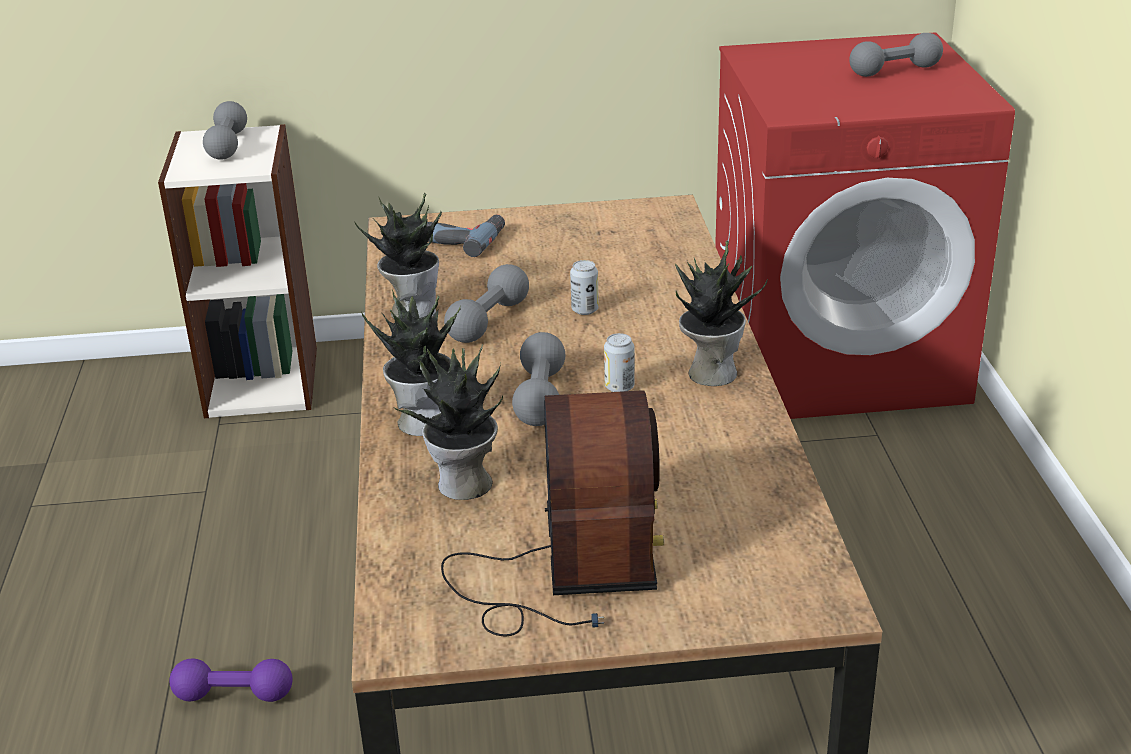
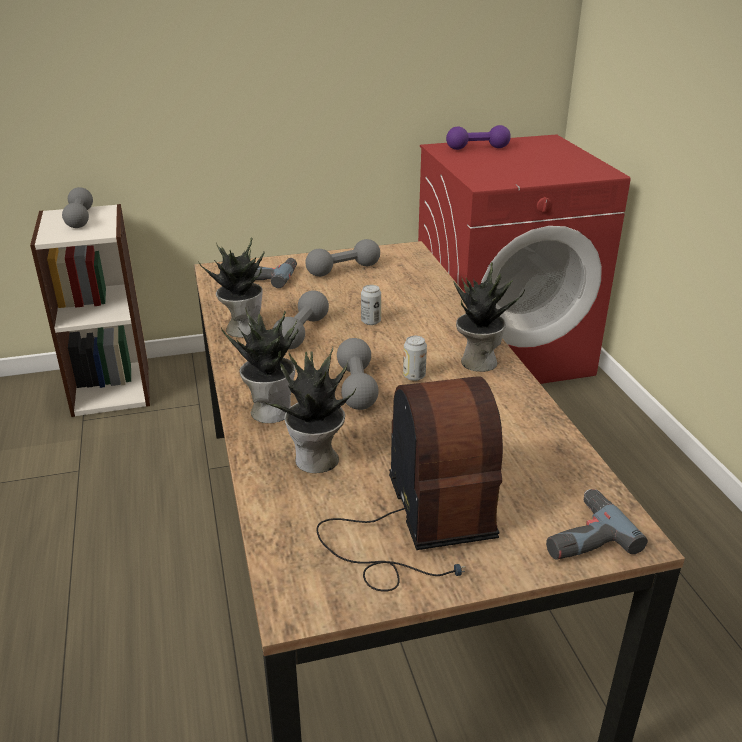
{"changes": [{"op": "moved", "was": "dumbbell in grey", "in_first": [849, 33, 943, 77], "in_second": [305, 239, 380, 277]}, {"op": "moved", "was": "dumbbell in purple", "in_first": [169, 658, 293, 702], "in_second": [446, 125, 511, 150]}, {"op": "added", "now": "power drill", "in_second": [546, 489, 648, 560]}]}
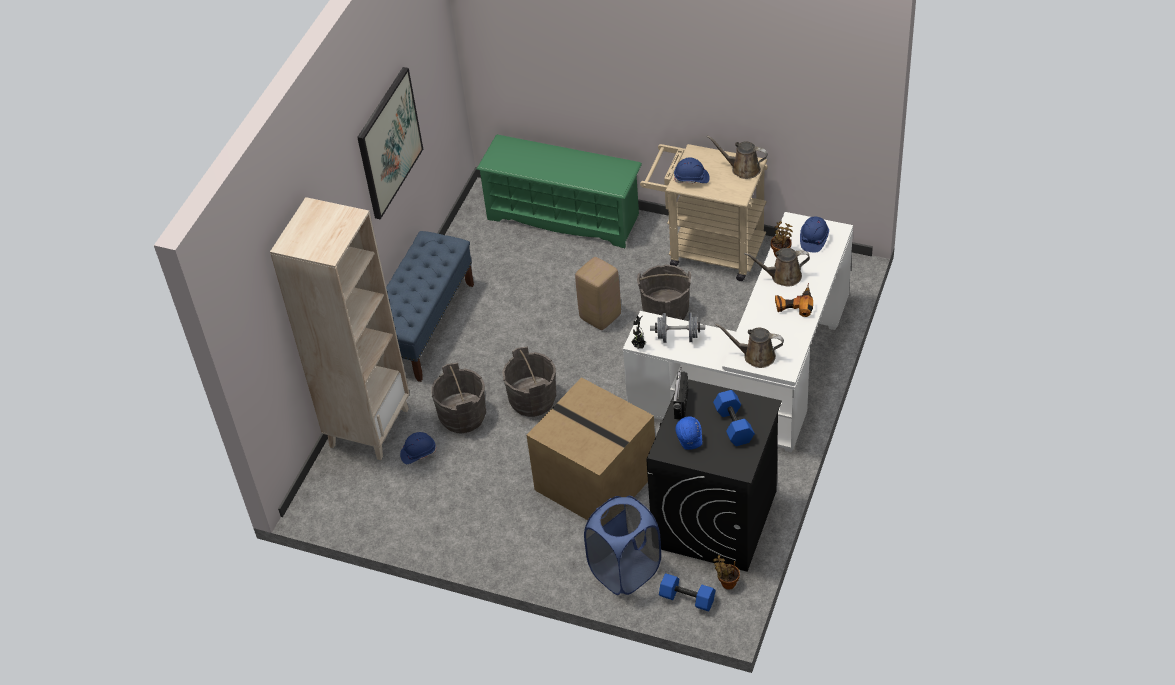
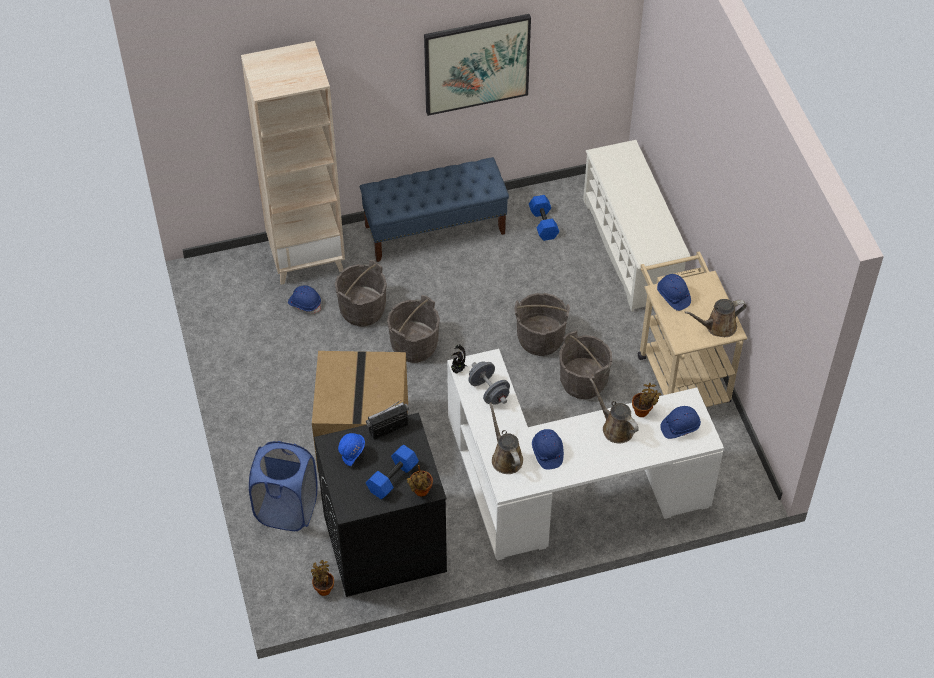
{"changes": [{"op": "added", "now": "potted plant", "in_second": [407, 465, 433, 497]}, {"op": "replaced", "was": "stool in beige", "now": "bucket in grey", "in_first": [575, 257, 621, 330], "in_second": [514, 293, 570, 356]}, {"op": "moved", "was": "dumbbell in blue", "in_first": [659, 573, 715, 611], "in_second": [529, 195, 559, 241]}, {"op": "added", "now": "hard hat in blue", "in_second": [532, 429, 564, 470]}, {"op": "recoloured", "was": "shoe rack in green", "now": "shoe rack in white", "in_first": [477, 134, 642, 248], "in_second": [583, 140, 690, 312]}, {"op": "turned", "was": "watering can in brown", "in_first": [707, 135, 768, 179], "in_second": [685, 299, 747, 337], "clockwise": -90}, {"op": "removed", "was": "power drill", "in_first": [775, 283, 813, 317]}]}
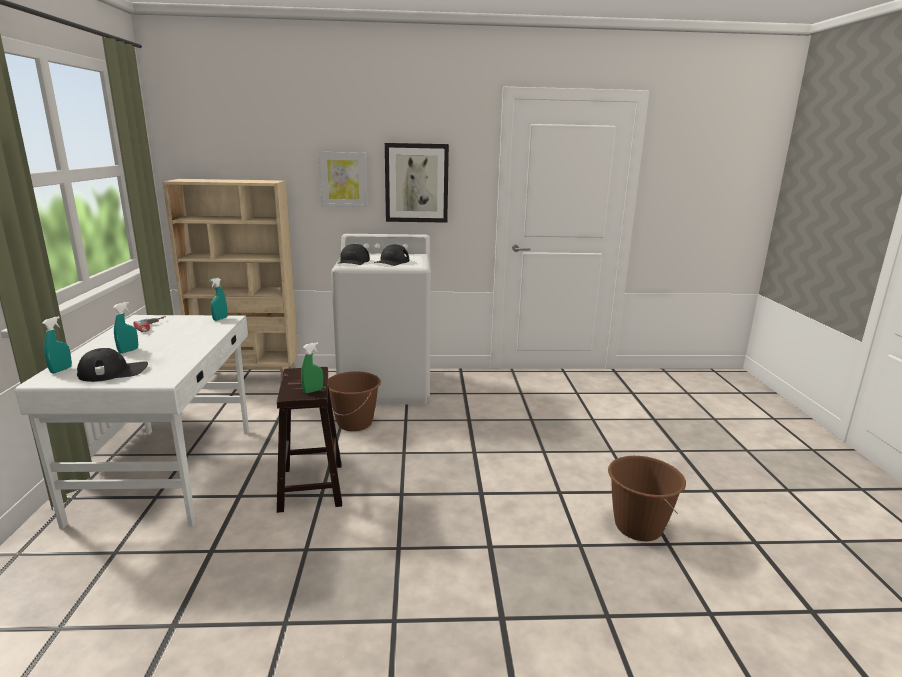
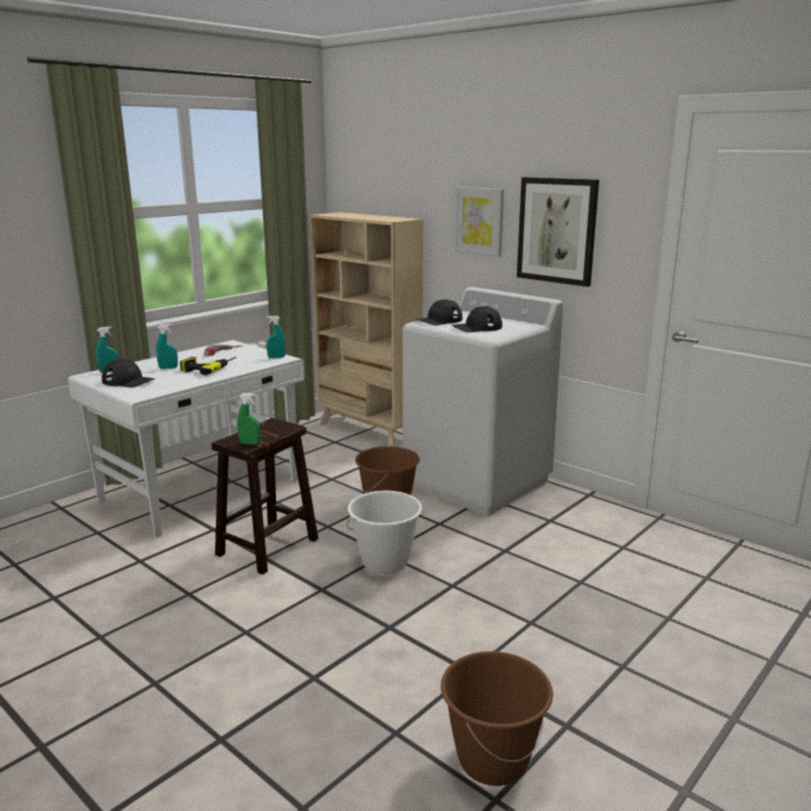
{"changes": [{"op": "added", "now": "power drill", "in_second": [180, 357, 236, 375]}, {"op": "added", "now": "bucket in white", "in_second": [347, 491, 422, 573]}]}
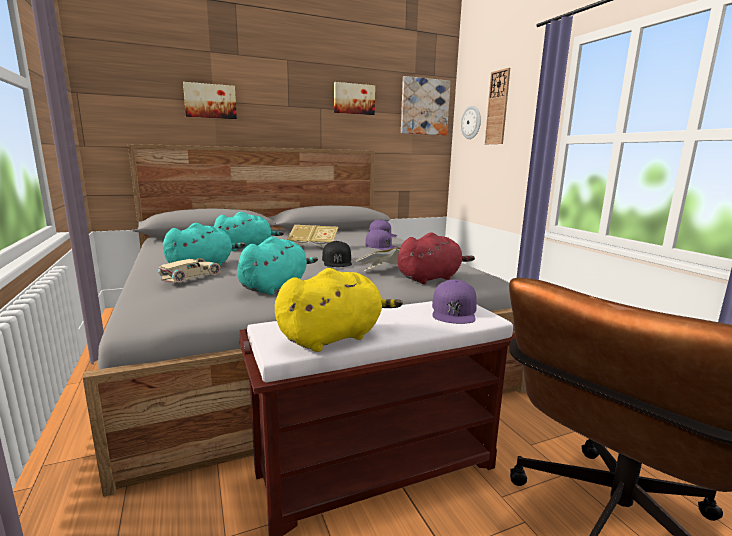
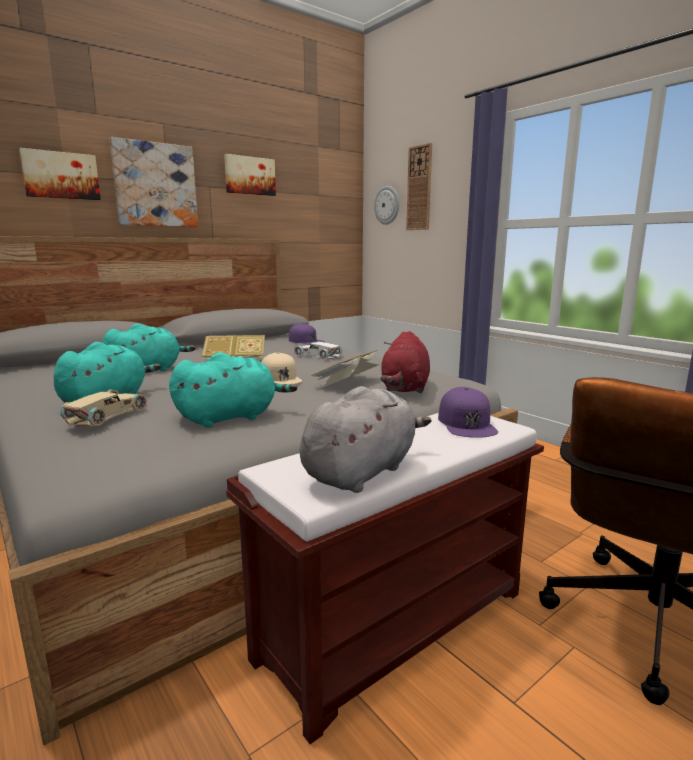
{"changes": [{"op": "moved", "was": "picture", "in_first": [401, 76, 451, 135], "in_second": [110, 137, 198, 227]}, {"op": "turned", "was": "plush toy in turquoise", "in_first": [237, 236, 318, 295], "in_second": [169, 352, 297, 428], "clockwise": 45}, {"op": "recoloured", "was": "cap in black", "now": "cap in beige", "in_first": [322, 241, 352, 267], "in_second": [262, 353, 302, 384]}, {"op": "replaced", "was": "cap in purple", "now": "toy car in white", "in_first": [365, 229, 398, 250], "in_second": [294, 342, 342, 360]}, {"op": "recoloured", "was": "plush toy in yellow", "now": "plush toy in grey", "in_first": [275, 268, 403, 352], "in_second": [300, 386, 431, 493]}, {"op": "turned", "was": "plush toy in red", "in_first": [397, 232, 475, 284], "in_second": [380, 331, 430, 393], "clockwise": 150}]}
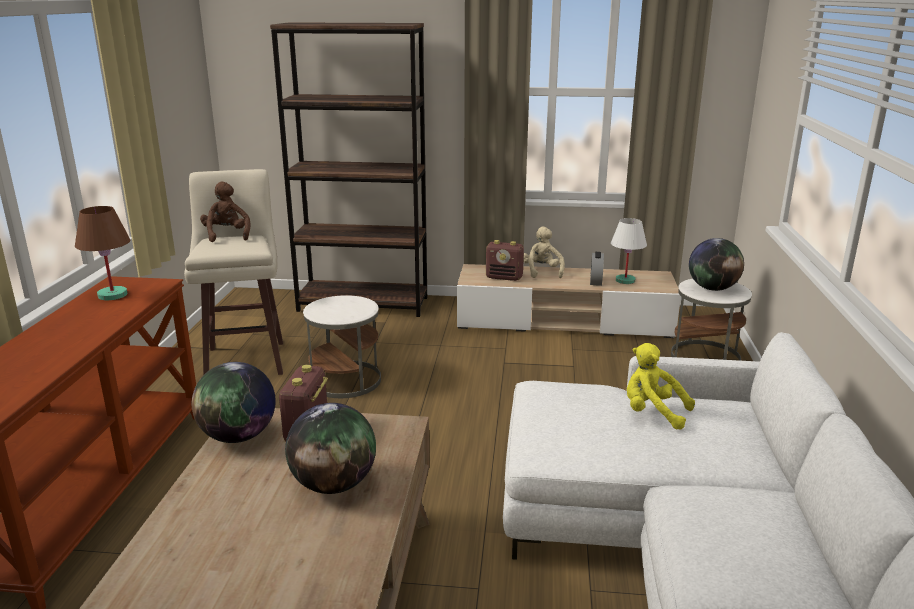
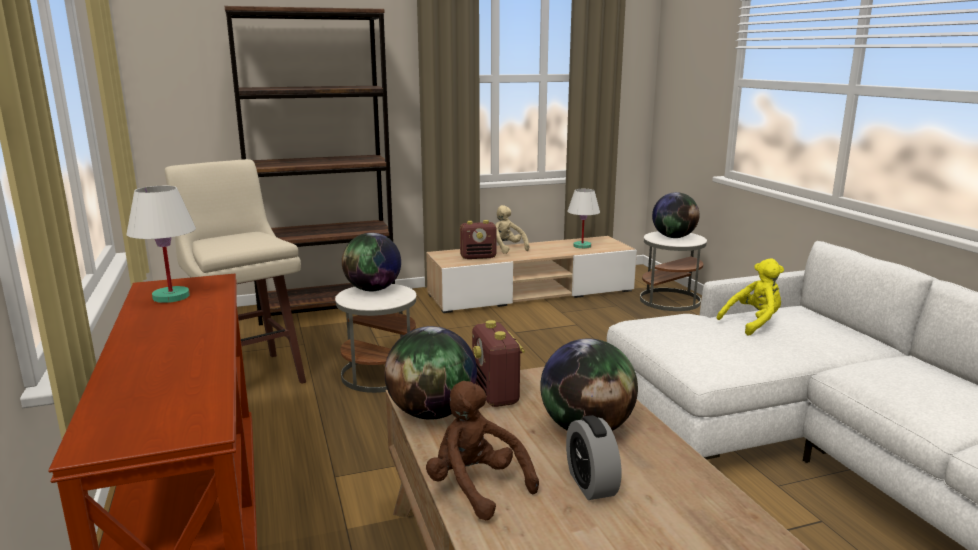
{"changes": [{"op": "recoloured", "was": "table lamp in brown", "now": "table lamp in white", "in_first": [75, 206, 130, 300], "in_second": [127, 186, 196, 303]}, {"op": "added", "now": "globe", "in_second": [342, 233, 401, 291]}, {"op": "moved", "was": "plush toy in brown", "in_first": [200, 182, 250, 242], "in_second": [426, 381, 539, 520]}, {"op": "moved", "was": "alarm clock", "in_first": [590, 252, 604, 286], "in_second": [566, 415, 621, 500]}, {"op": "turned", "was": "plush toy in yellow", "in_first": [627, 343, 695, 430], "in_second": [717, 258, 784, 335], "clockwise": 150}]}
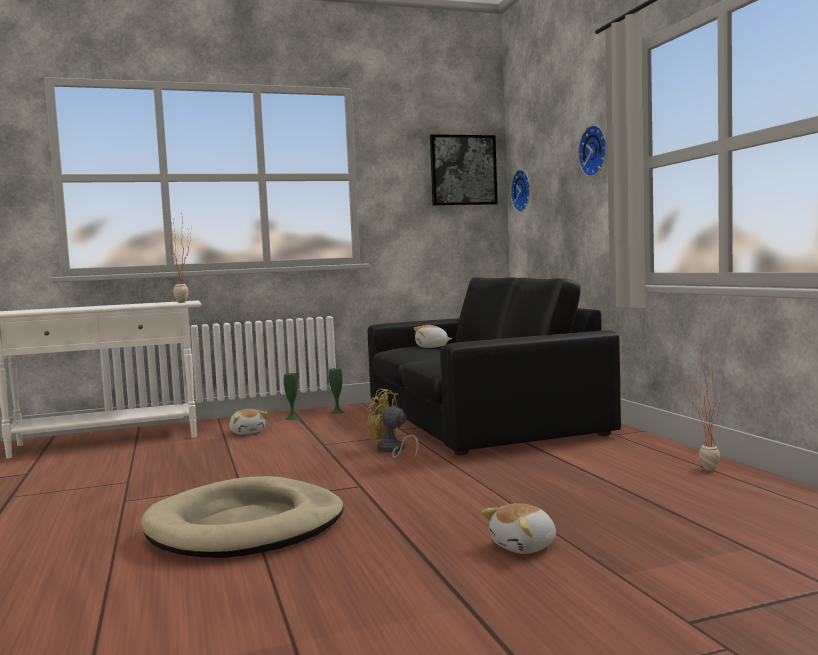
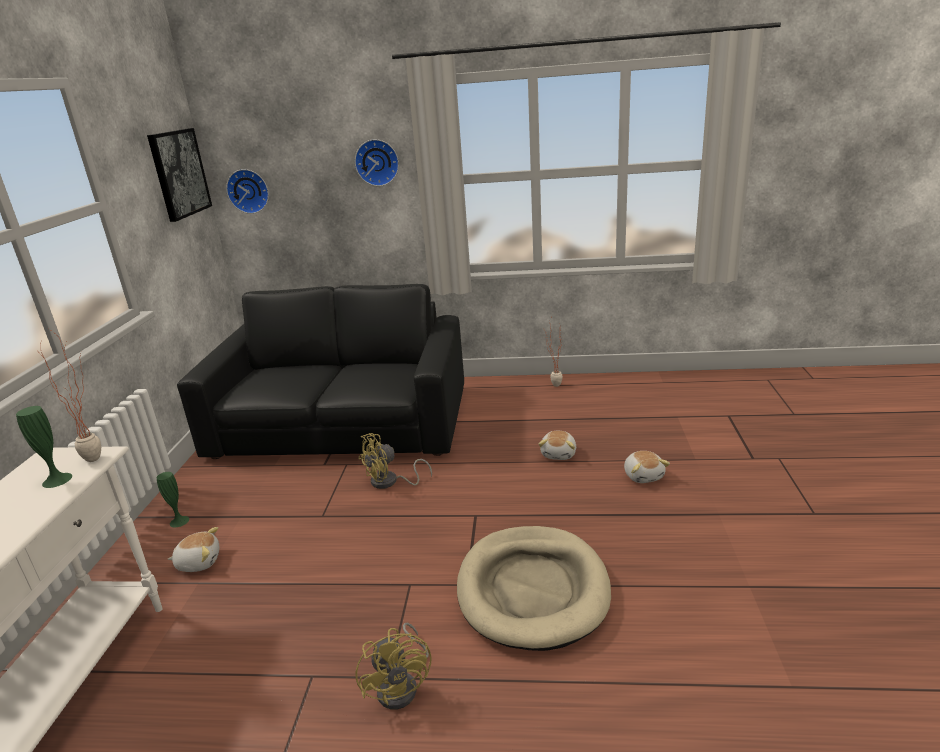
{"changes": [{"op": "moved", "was": "vase in green", "in_first": [329, 368, 345, 414], "in_second": [16, 406, 72, 488]}, {"op": "added", "now": "fan in yellow", "in_second": [355, 623, 431, 710]}, {"op": "moved", "was": "plush toy", "in_first": [414, 325, 452, 348], "in_second": [539, 431, 576, 460]}]}
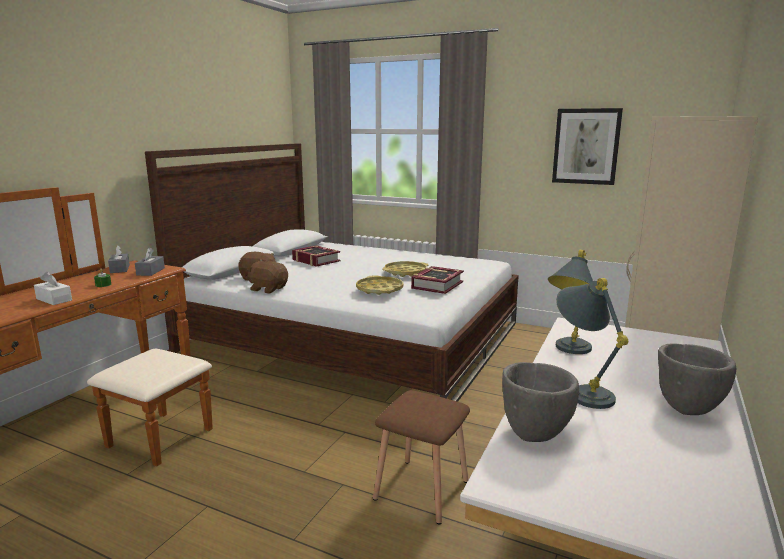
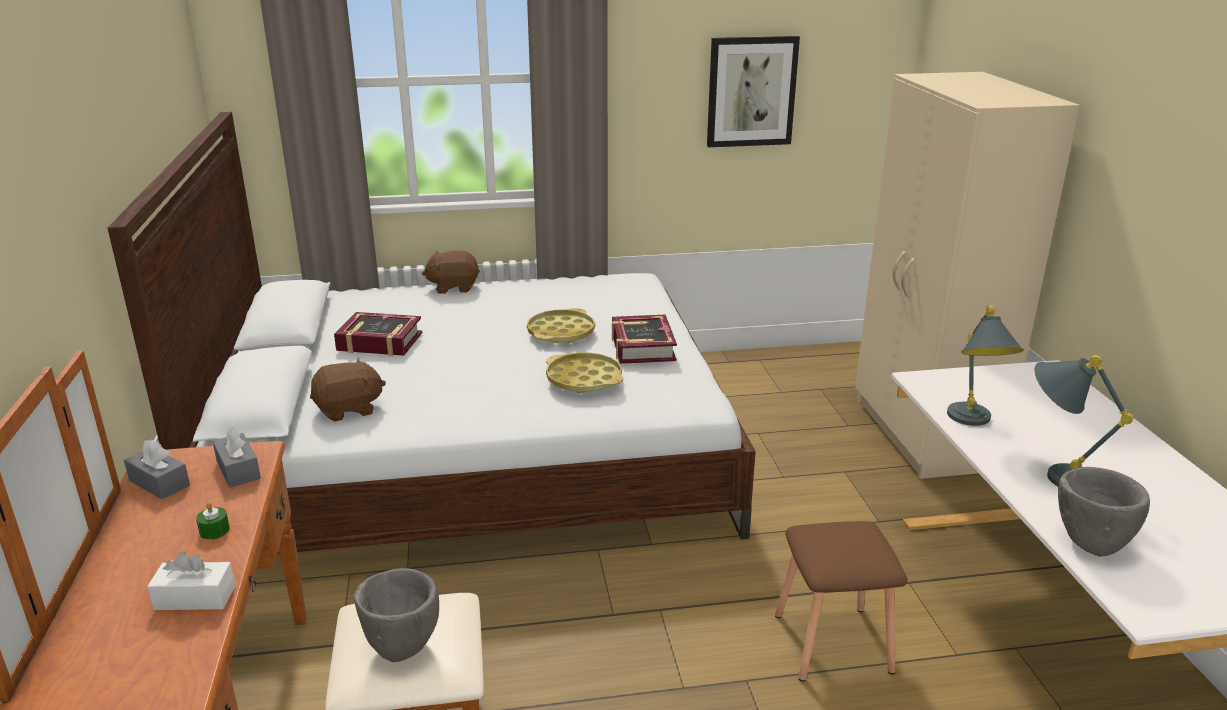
{"changes": [{"op": "moved", "was": "bowl in grey", "in_first": [658, 344, 736, 415], "in_second": [354, 568, 439, 662]}, {"op": "moved", "was": "plush toy in brown", "in_first": [247, 261, 288, 294], "in_second": [422, 250, 480, 294]}]}
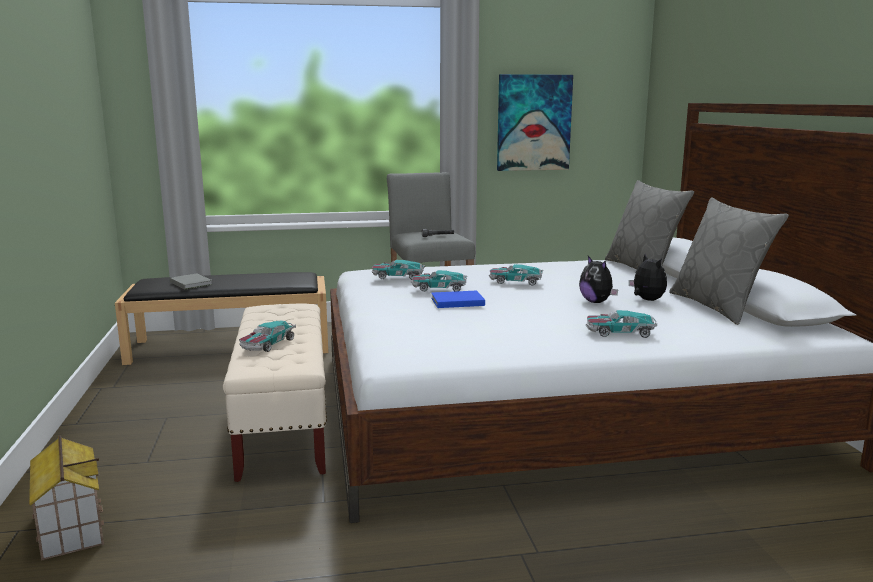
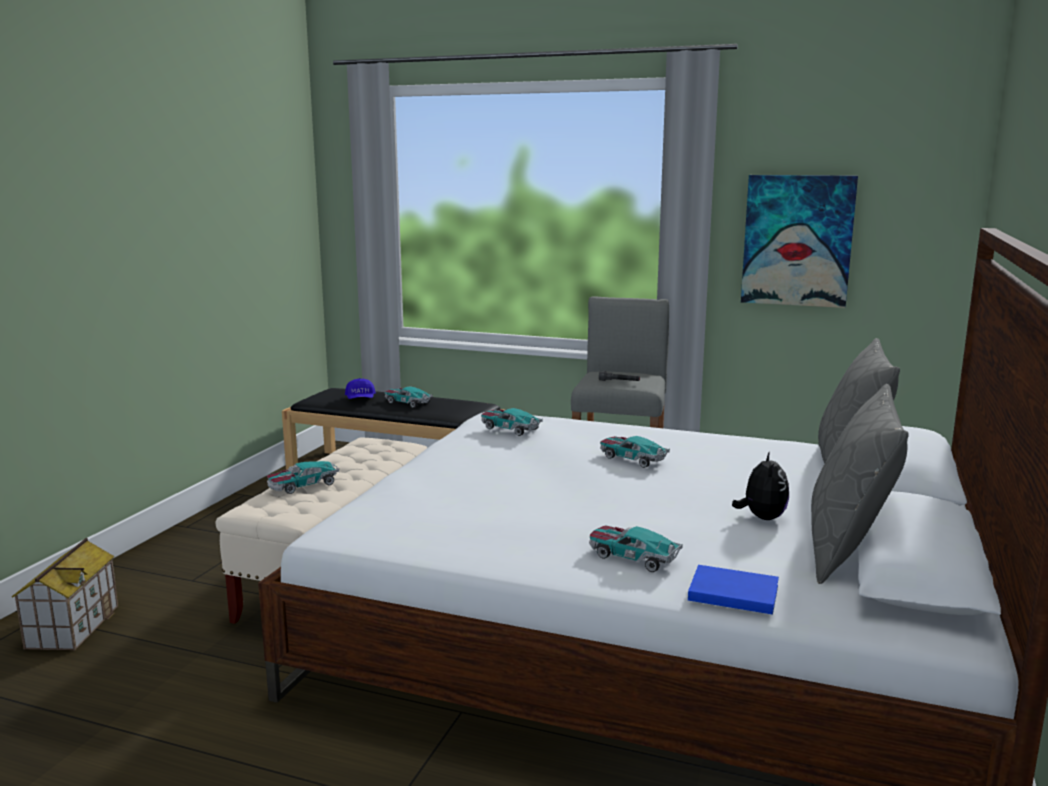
{"changes": [{"op": "replaced", "was": "book in grey", "now": "cap in blue", "in_first": [170, 273, 213, 290], "in_second": [345, 378, 376, 399]}, {"op": "moved", "was": "toy car", "in_first": [411, 270, 467, 291], "in_second": [385, 386, 433, 408]}, {"op": "moved", "was": "book in blue", "in_first": [431, 290, 485, 308], "in_second": [688, 565, 779, 615]}, {"op": "removed", "was": "plush toy", "in_first": [579, 256, 618, 303]}]}
